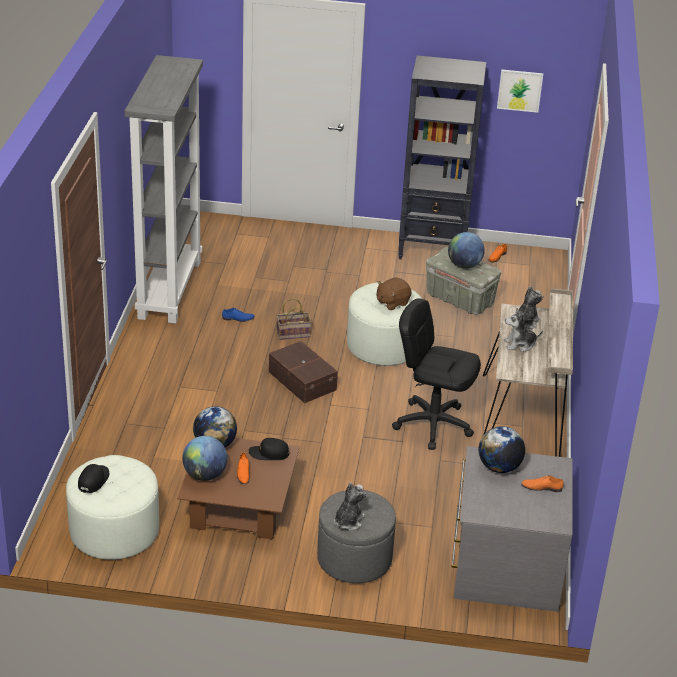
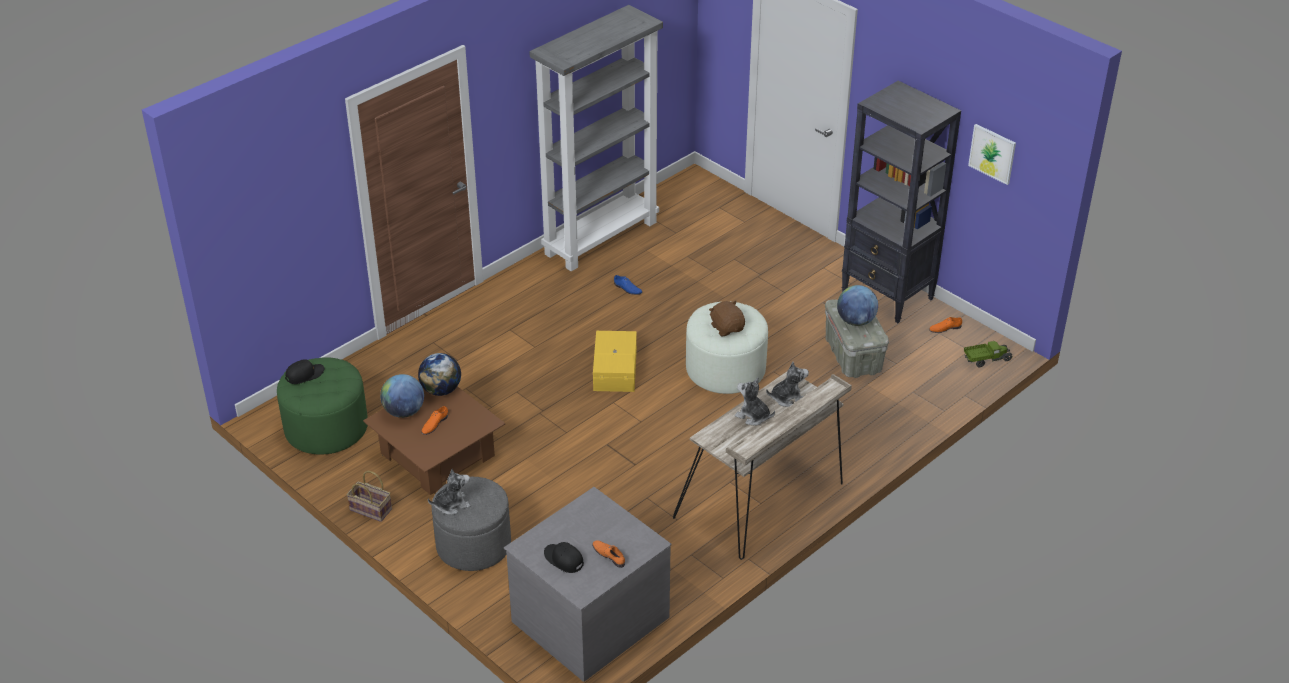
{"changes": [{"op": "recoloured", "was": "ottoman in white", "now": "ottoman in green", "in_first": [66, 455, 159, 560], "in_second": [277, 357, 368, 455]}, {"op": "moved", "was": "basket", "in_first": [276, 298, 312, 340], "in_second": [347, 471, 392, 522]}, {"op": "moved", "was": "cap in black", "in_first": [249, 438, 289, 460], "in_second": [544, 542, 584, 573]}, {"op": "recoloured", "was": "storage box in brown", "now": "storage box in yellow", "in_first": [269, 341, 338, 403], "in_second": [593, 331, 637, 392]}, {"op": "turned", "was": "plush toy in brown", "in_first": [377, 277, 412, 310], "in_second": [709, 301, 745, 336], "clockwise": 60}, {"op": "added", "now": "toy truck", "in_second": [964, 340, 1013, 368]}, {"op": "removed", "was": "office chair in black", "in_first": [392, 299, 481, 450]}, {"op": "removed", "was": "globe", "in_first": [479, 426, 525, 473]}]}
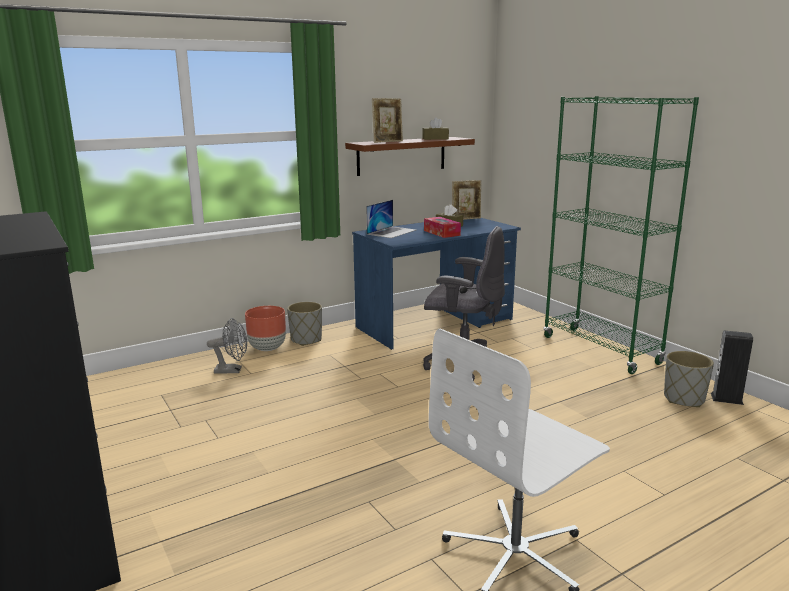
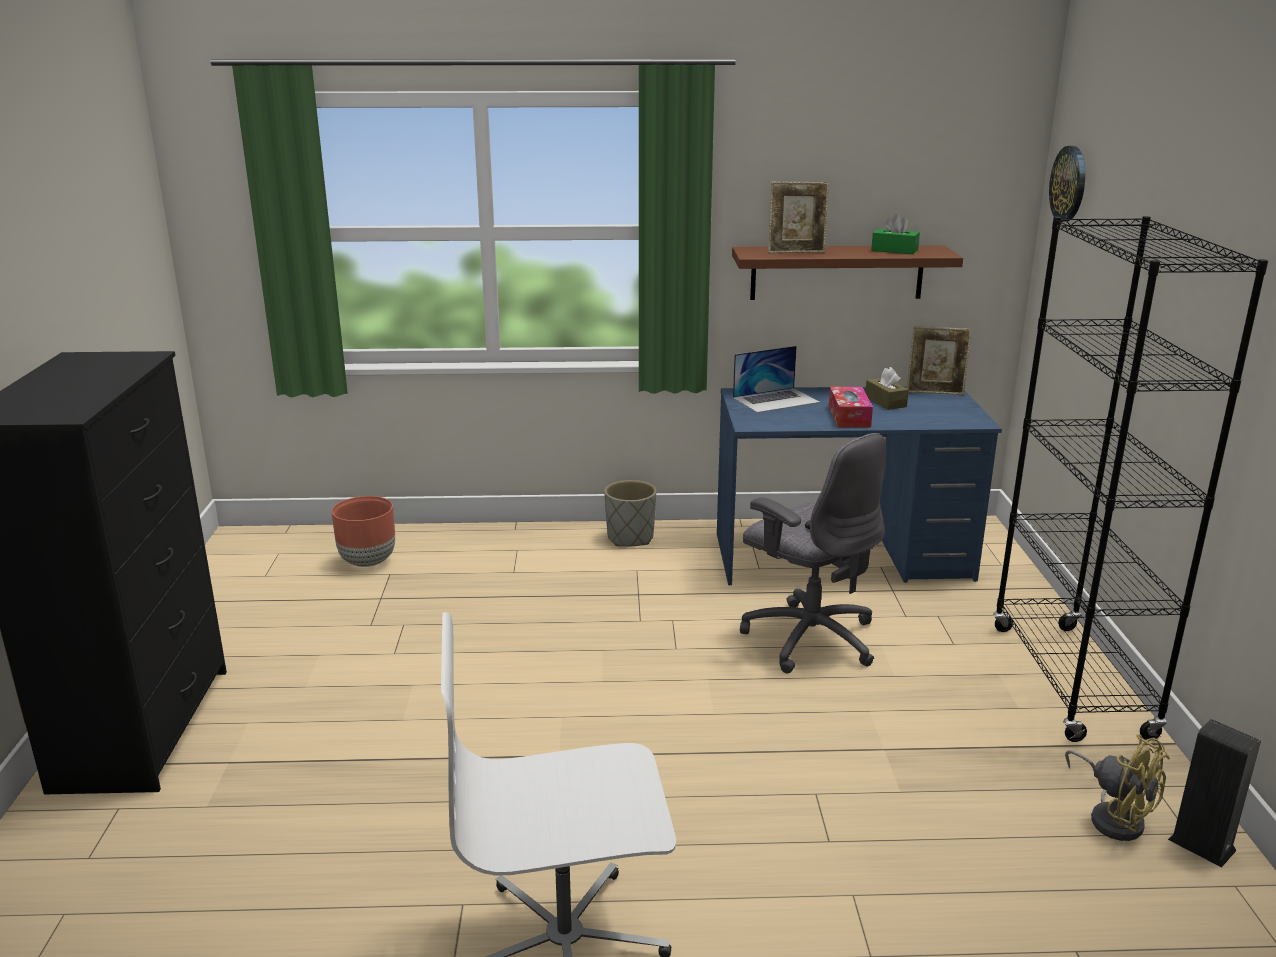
{"changes": [{"op": "moved", "was": "planter in brown", "in_first": [245, 306, 286, 351], "in_second": [331, 496, 395, 567]}, {"op": "recoloured", "was": "tissue box in brown", "now": "tissue box in green", "in_first": [422, 117, 449, 140], "in_second": [871, 214, 920, 254]}, {"op": "recoloured", "was": "bookcase in green", "now": "bookcase in black", "in_first": [544, 96, 699, 374], "in_second": [993, 216, 1268, 742]}, {"op": "added", "now": "wall clock", "in_second": [1049, 146, 1085, 222]}, {"op": "replaced", "was": "planter in grey", "now": "fan in yellow", "in_first": [664, 351, 714, 407], "in_second": [1065, 734, 1170, 841]}, {"op": "removed", "was": "fan in grey", "in_first": [207, 318, 247, 374]}]}
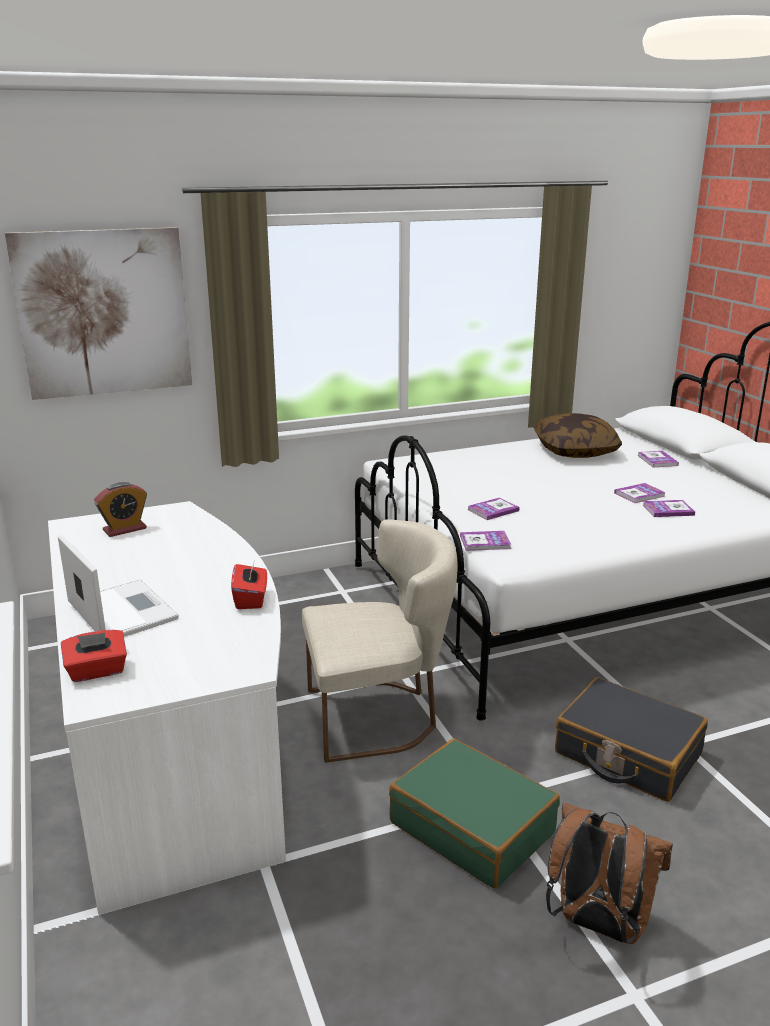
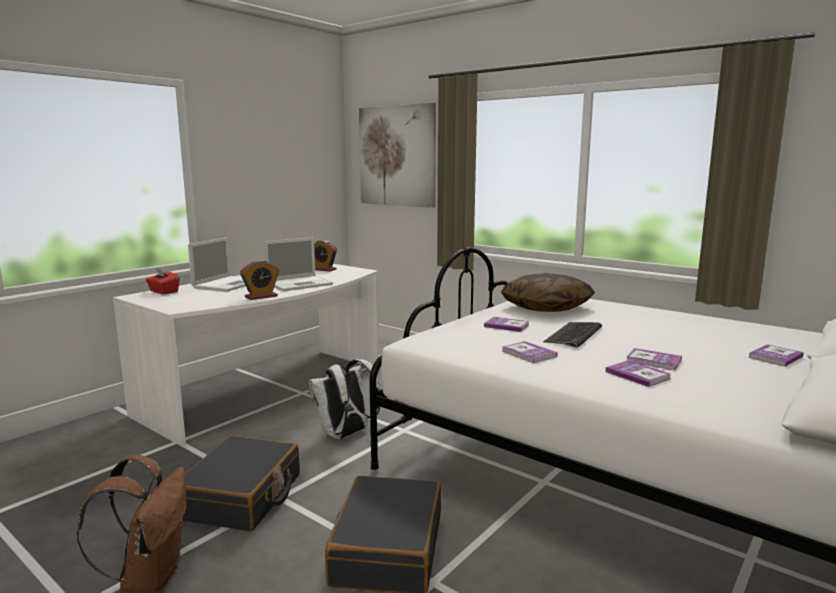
{"changes": [{"op": "recoloured", "was": "suitcase in green", "now": "suitcase in black", "in_first": [389, 739, 560, 889], "in_second": [182, 436, 300, 532]}, {"op": "replaced", "was": "tissue box in red", "now": "alarm clock", "in_first": [231, 558, 267, 609], "in_second": [240, 260, 279, 300]}, {"op": "added", "now": "laptop", "in_second": [264, 237, 333, 291]}, {"op": "replaced", "was": "chair in beige", "now": "backpack in white", "in_first": [302, 519, 457, 763], "in_second": [308, 359, 380, 439]}, {"op": "moved", "was": "pillow", "in_first": [534, 413, 622, 458], "in_second": [501, 273, 595, 312]}, {"op": "moved", "was": "book", "in_first": [460, 531, 511, 551], "in_second": [502, 341, 558, 363]}, {"op": "added", "now": "keyboard", "in_second": [543, 322, 602, 347]}]}
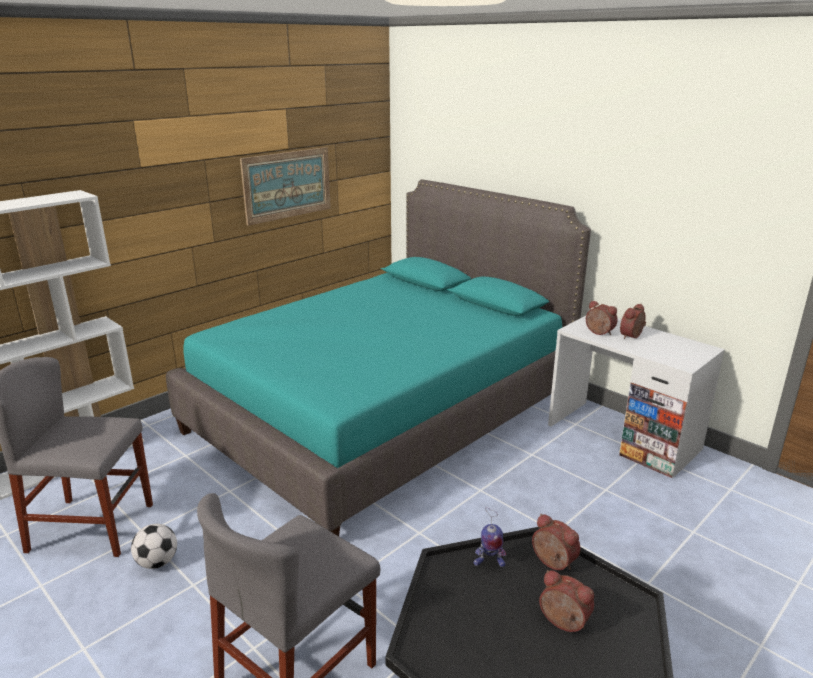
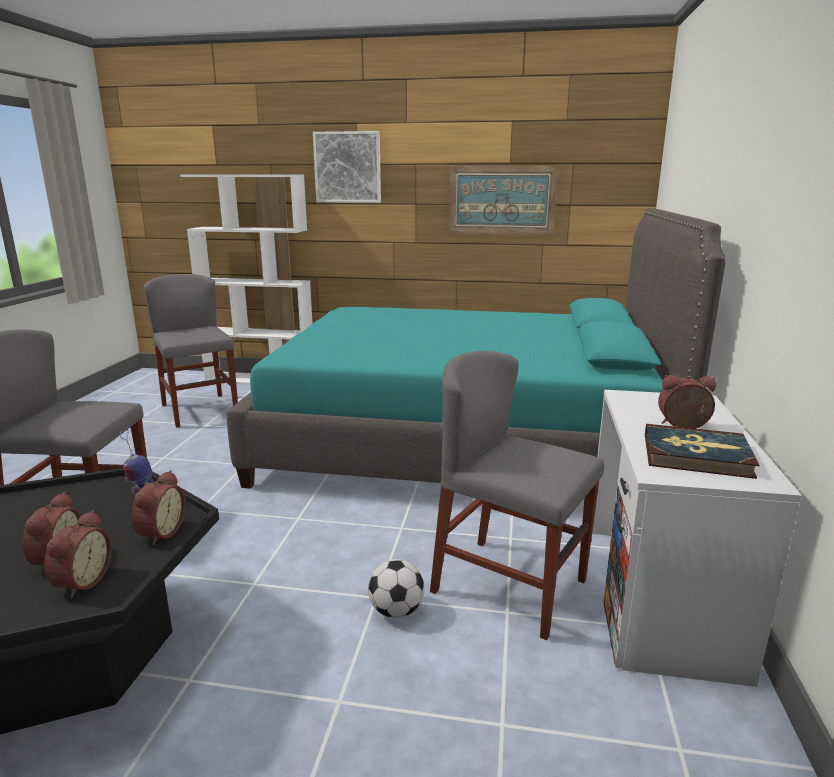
{"changes": [{"op": "moved", "was": "alarm clock", "in_first": [586, 301, 618, 335], "in_second": [44, 510, 112, 598]}, {"op": "added", "now": "picture", "in_second": [313, 131, 381, 203]}, {"op": "moved", "was": "football", "in_first": [131, 524, 177, 569], "in_second": [368, 559, 424, 618]}, {"op": "added", "now": "chair in grey", "in_second": [430, 351, 604, 640]}, {"op": "added", "now": "book", "in_second": [645, 424, 760, 479]}]}
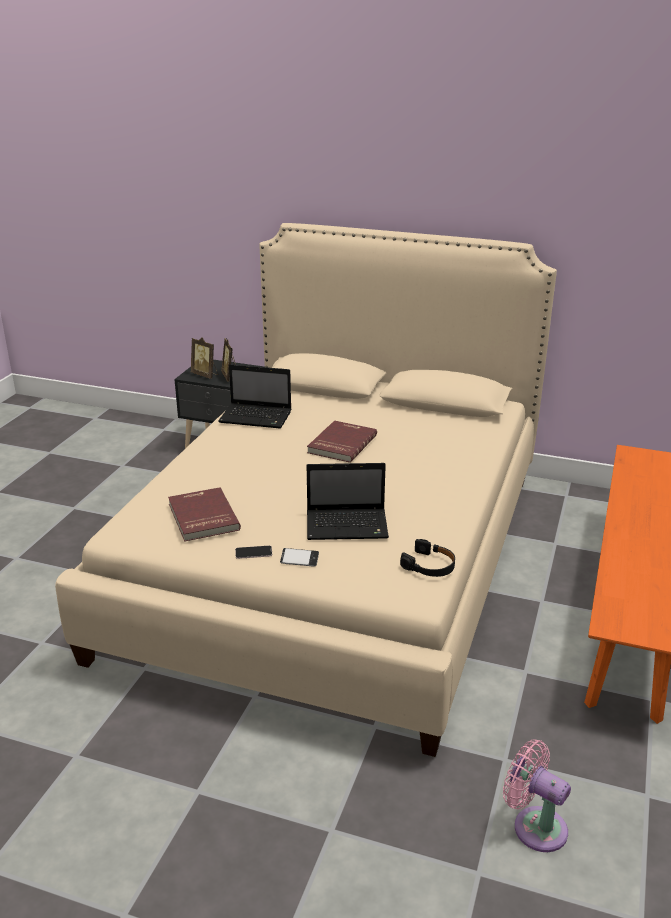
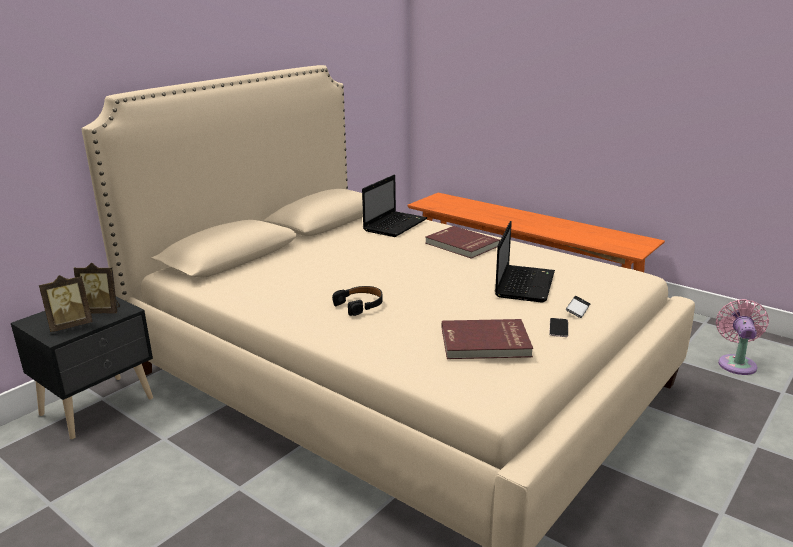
{"changes": [{"op": "moved", "was": "headphones in black", "in_first": [400, 539, 455, 577], "in_second": [332, 286, 383, 316]}, {"op": "moved", "was": "laptop", "in_first": [218, 364, 291, 429], "in_second": [362, 175, 428, 237]}, {"op": "moved", "was": "book in red", "in_first": [307, 420, 377, 463], "in_second": [425, 226, 500, 259]}, {"op": "turned", "was": "fan in pink", "in_first": [503, 739, 571, 852], "in_second": [716, 299, 769, 375], "clockwise": 135}]}
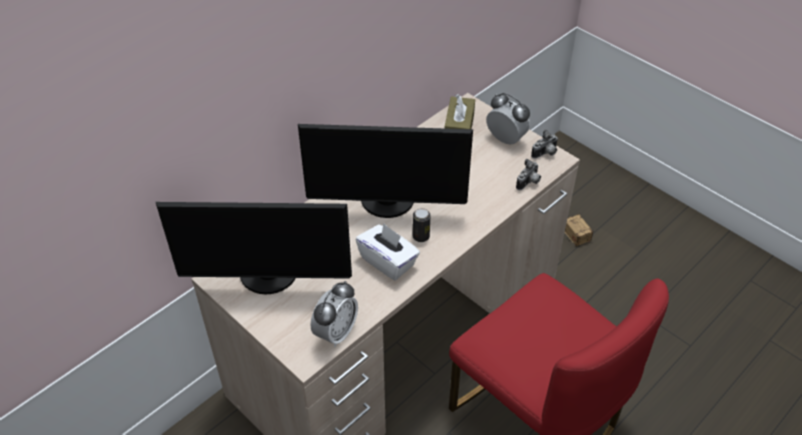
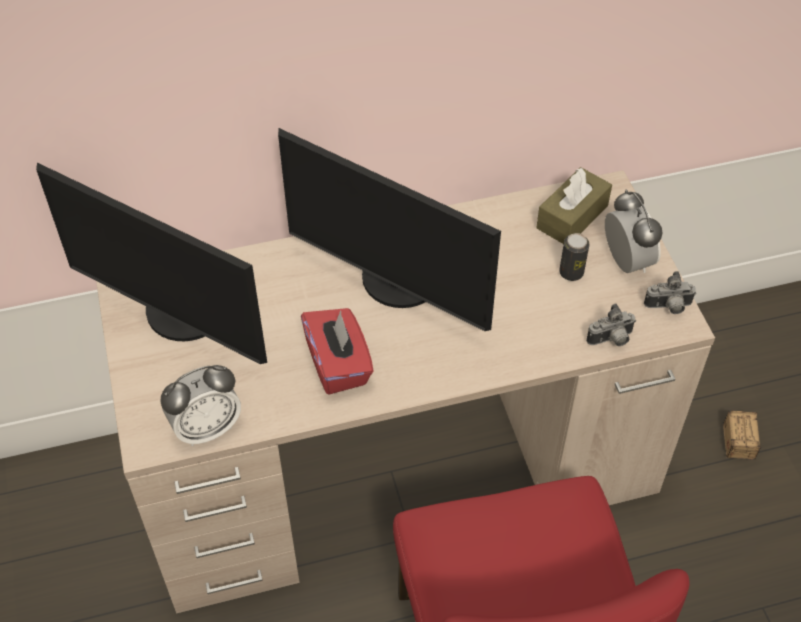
{"changes": [{"op": "recoloured", "was": "tissue box in white", "now": "tissue box in red", "in_first": [356, 223, 420, 281], "in_second": [301, 308, 374, 394]}, {"op": "moved", "was": "can", "in_first": [412, 208, 430, 242], "in_second": [559, 233, 589, 281]}]}
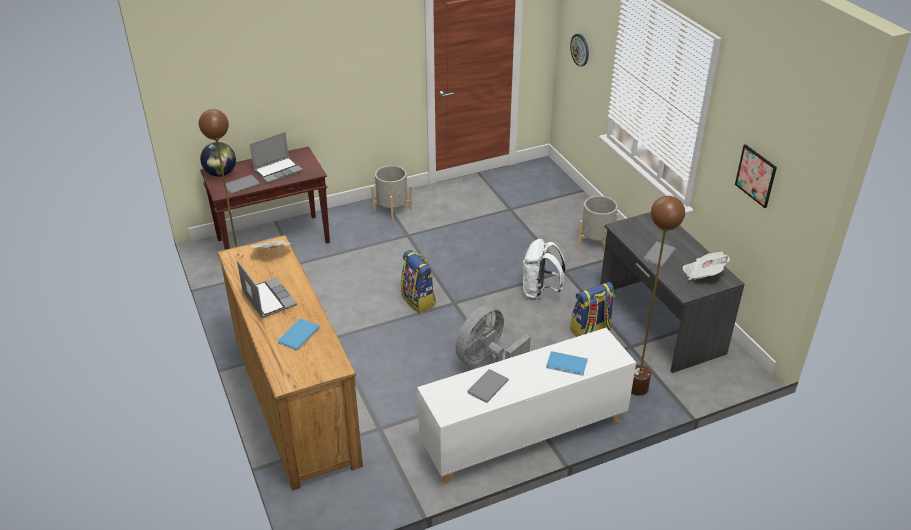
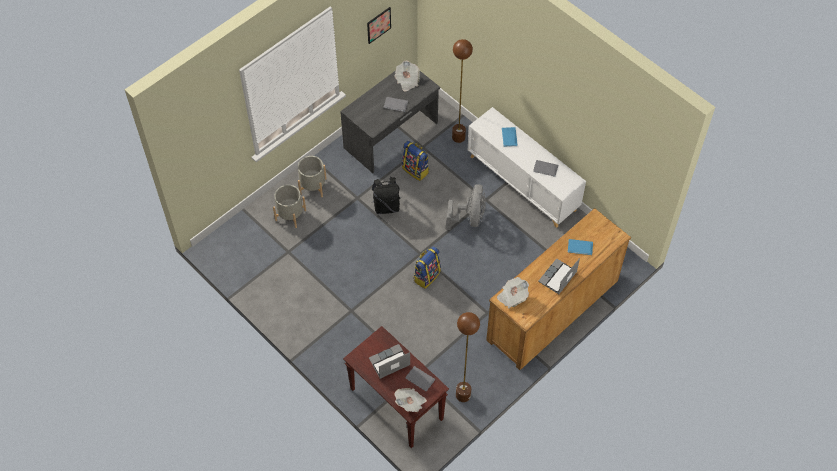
{"changes": [{"op": "moved", "was": "planter in grey", "in_first": [371, 165, 412, 221], "in_second": [273, 185, 306, 228]}, {"op": "turned", "was": "laptop", "in_first": [250, 132, 303, 183], "in_second": [369, 344, 410, 379], "clockwise": -60}, {"op": "recoloured", "was": "backpack in white", "now": "backpack in black", "in_first": [523, 239, 566, 300], "in_second": [372, 177, 401, 214]}, {"op": "replaced", "was": "globe", "now": "newspaper", "in_first": [200, 142, 236, 177], "in_second": [395, 388, 427, 412]}, {"op": "turned", "was": "fan in grey", "in_first": [455, 305, 531, 365], "in_second": [446, 184, 486, 230], "clockwise": -105}, {"op": "removed", "was": "wall clock", "in_first": [570, 34, 589, 67]}]}
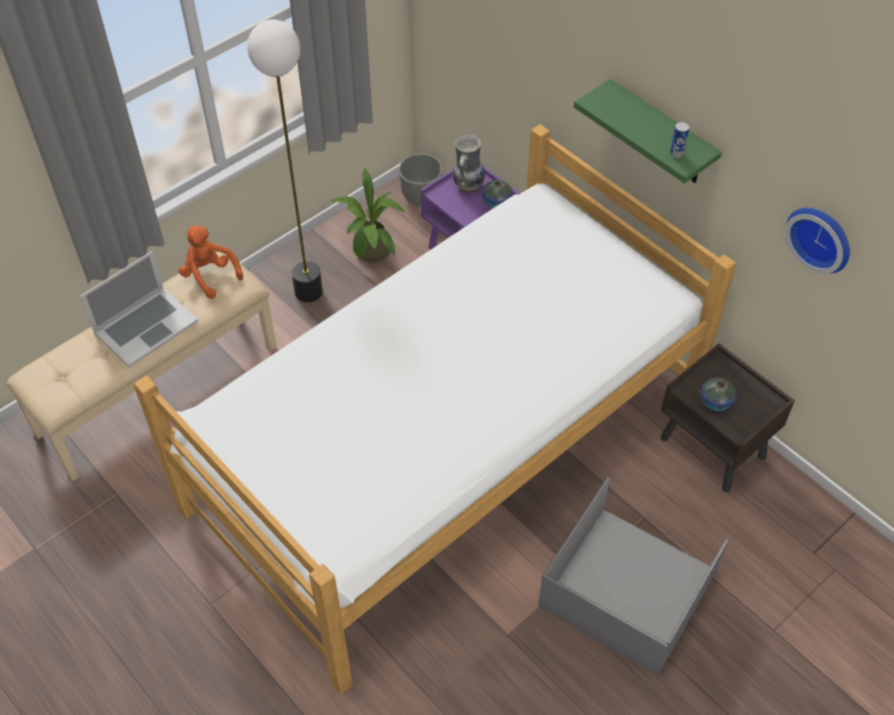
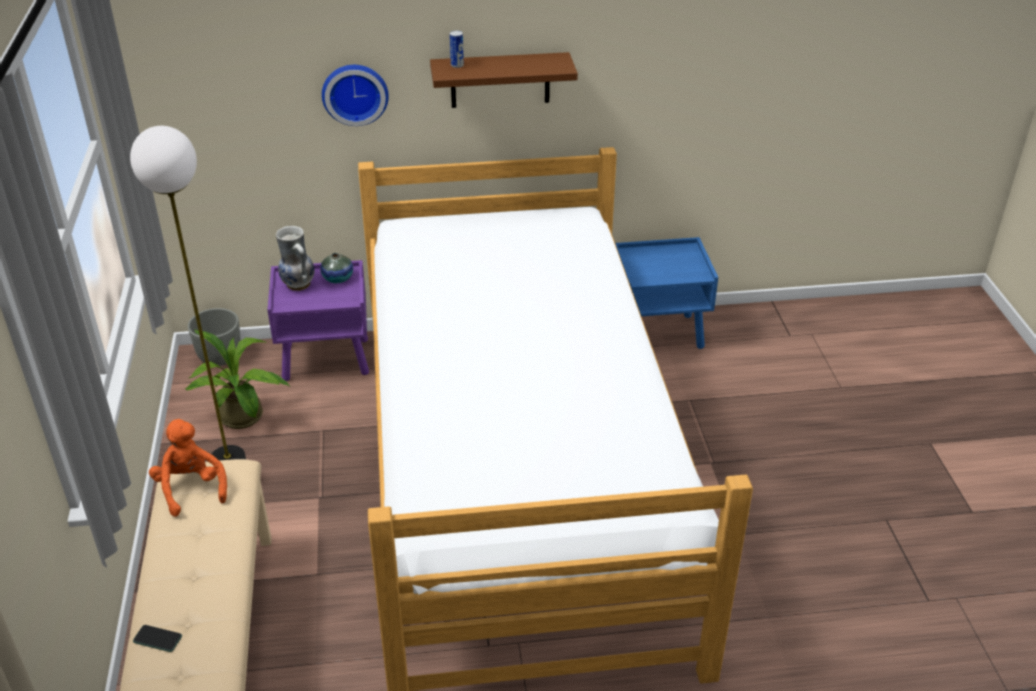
{"changes": [{"op": "added", "now": "phone", "in_second": [133, 625, 182, 652]}, {"op": "turned", "was": "plush toy in orange", "in_first": [178, 226, 243, 299], "in_second": [149, 419, 227, 517], "clockwise": 75}, {"op": "moved", "was": "wall clock", "in_first": [785, 208, 850, 274], "in_second": [322, 65, 389, 126]}, {"op": "recoloured", "was": "shelf in green", "now": "shelf in brown", "in_first": [574, 79, 722, 183], "in_second": [430, 52, 578, 108]}, {"op": "moved", "was": "can", "in_first": [670, 122, 689, 158], "in_second": [450, 31, 464, 68]}, {"op": "recoloured", "was": "nightstand in brown", "now": "nightstand in blue", "in_first": [660, 343, 795, 492], "in_second": [615, 237, 718, 349]}, {"op": "removed", "was": "laptop", "in_first": [80, 251, 198, 367]}, {"op": "removed", "was": "storage box in grey", "in_first": [538, 477, 729, 675]}, {"op": "removed", "was": "vase", "in_first": [700, 378, 736, 411]}]}
